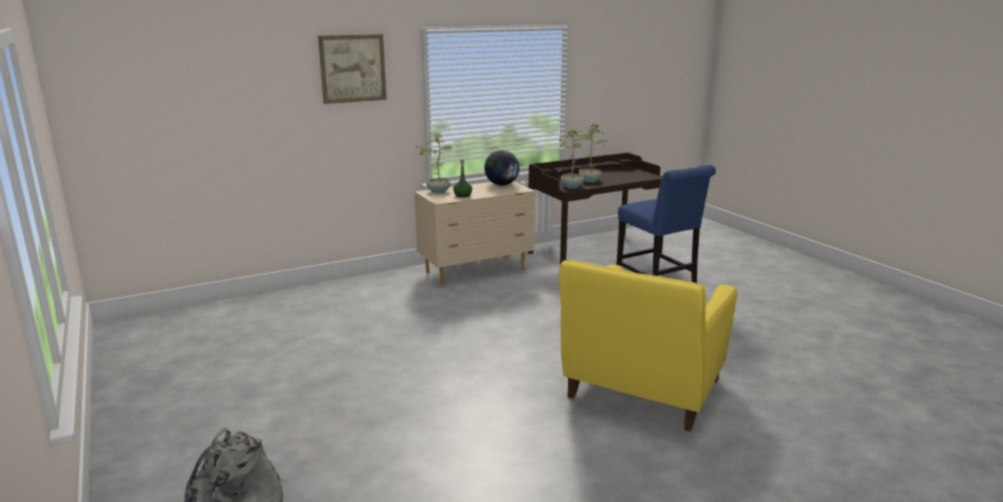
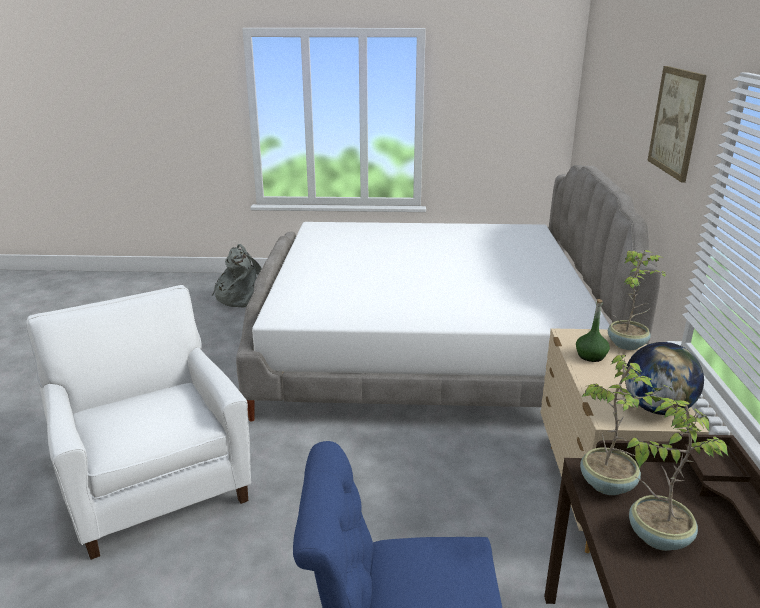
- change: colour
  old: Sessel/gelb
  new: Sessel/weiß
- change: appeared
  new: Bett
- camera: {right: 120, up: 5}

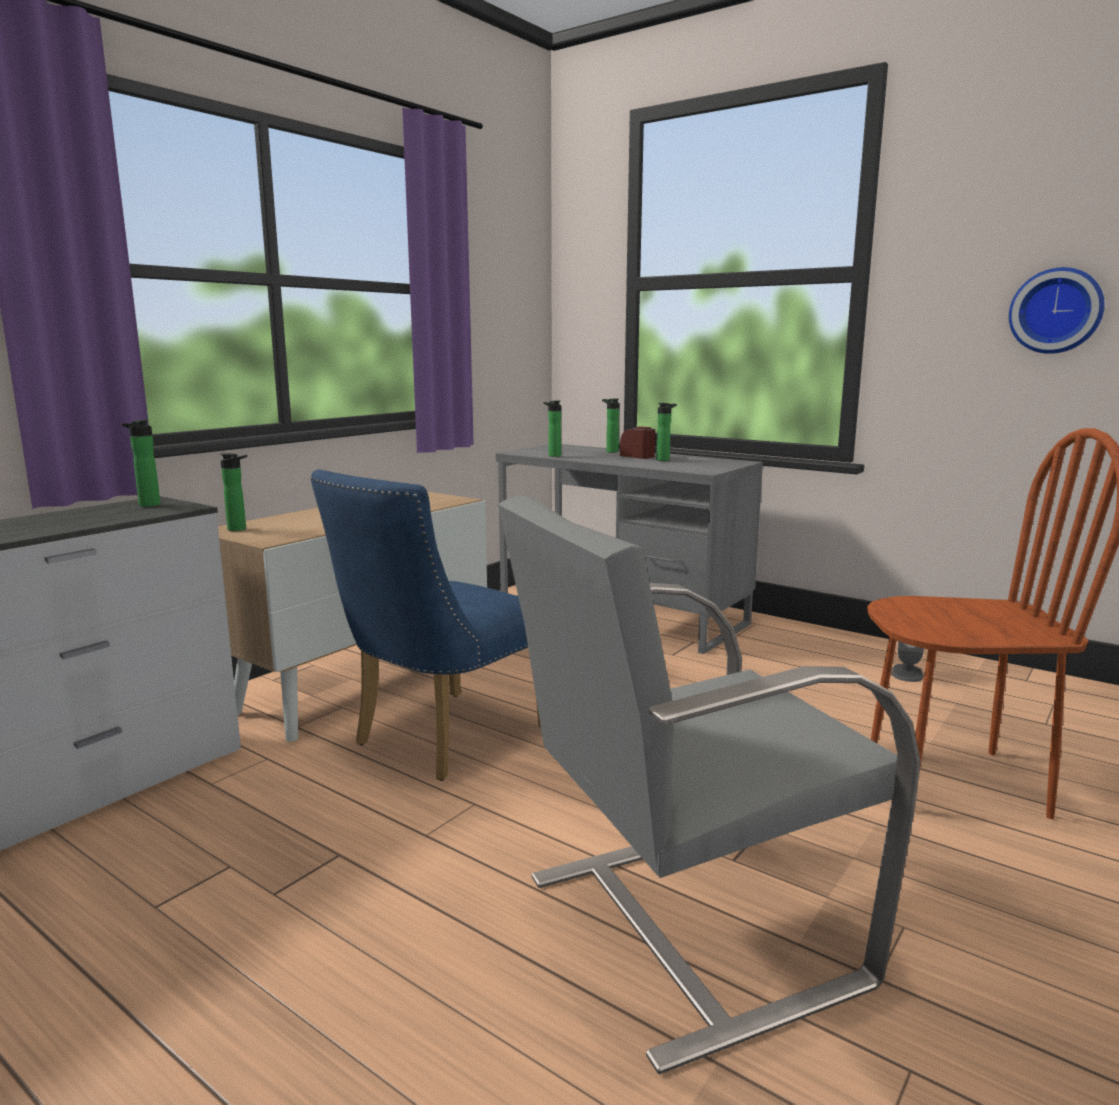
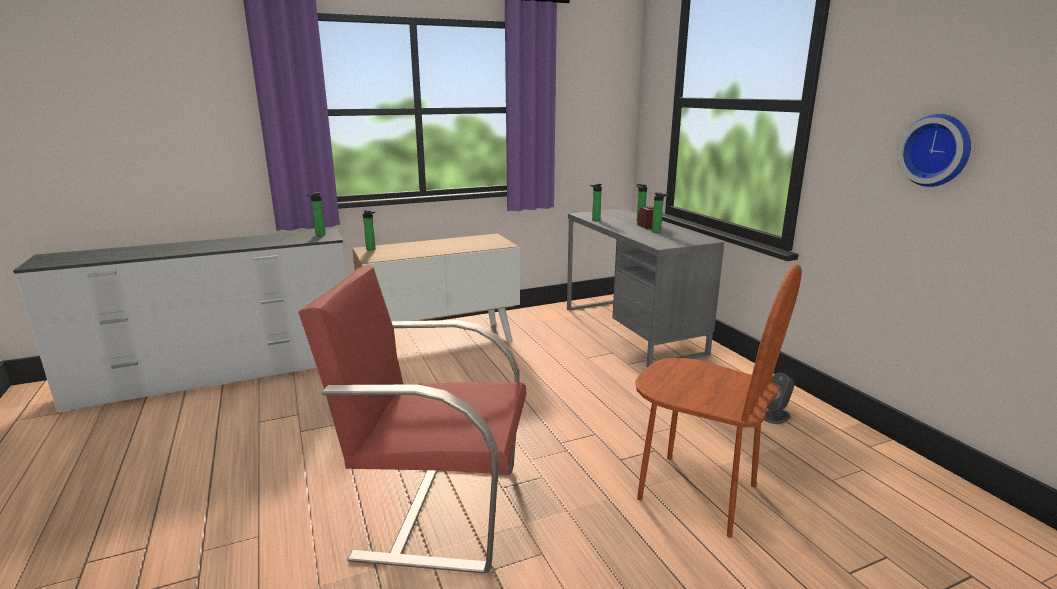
- change: missing
  old: Stuhl/blau
- change: colour
  old: Sessel/grau
  new: Sessel/rot
- camera: {right: 30, up: 5}

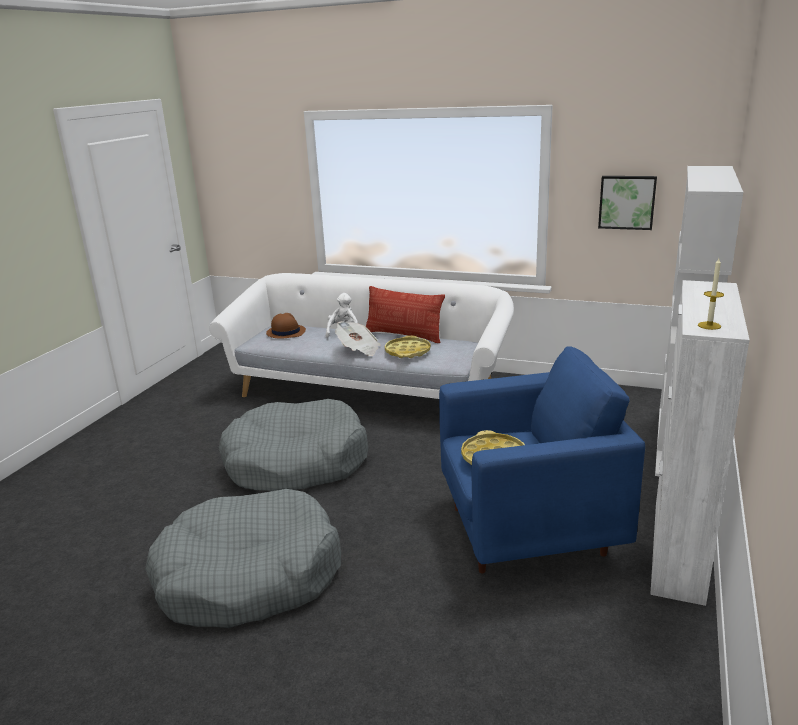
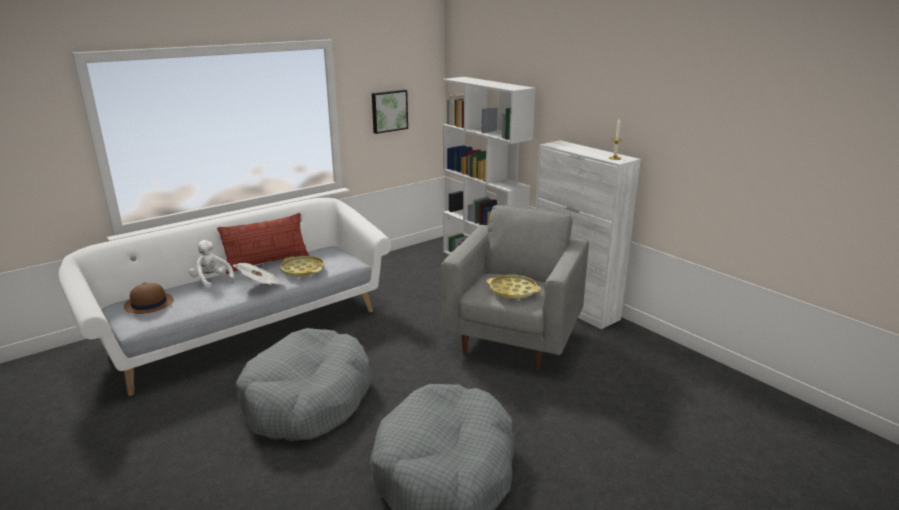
- change: colour
  old: Sessel/blau
  new: Sessel/grau
- camera: {right: -60, up: 0}

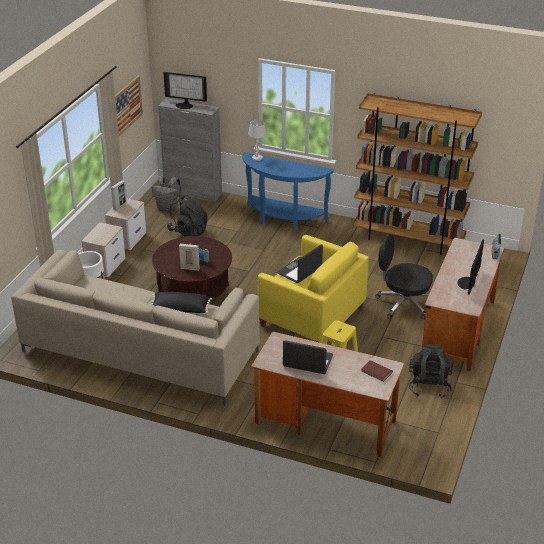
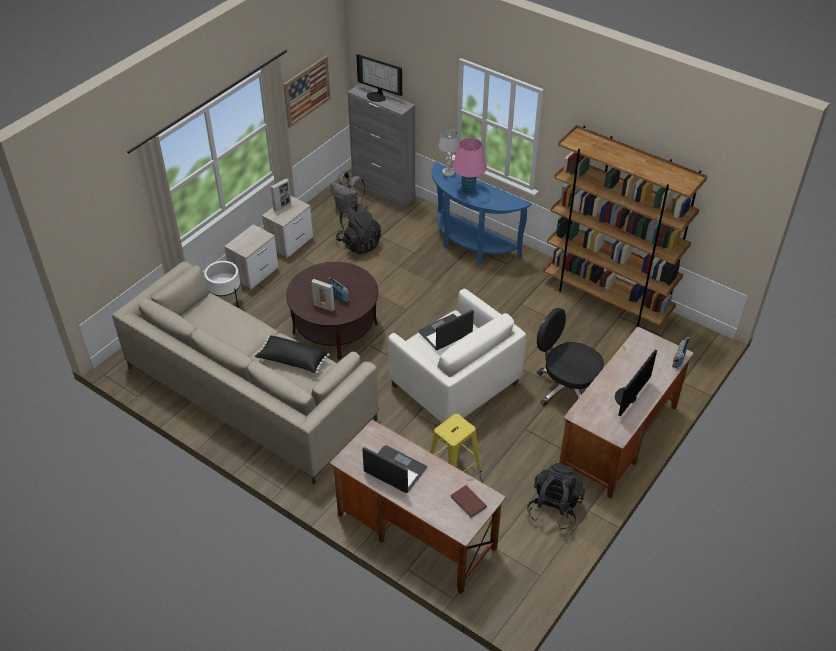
- change: colour
  old: Sessel/gelb
  new: Sessel/weiß
- change: appeared
  new: Tischlampe/rosa
- camera: {right: 15, up: 10}

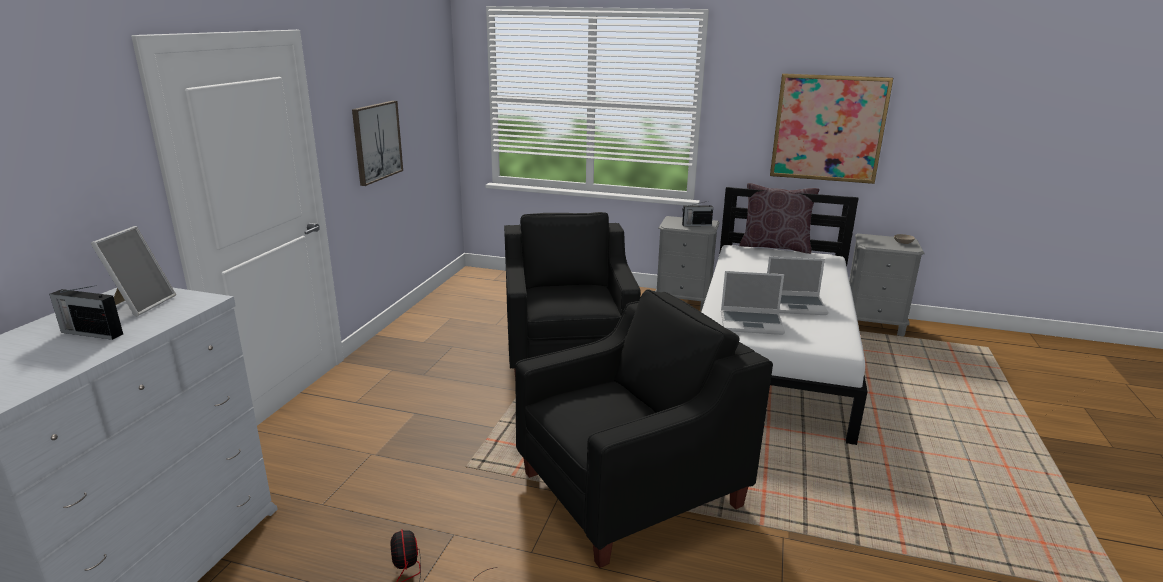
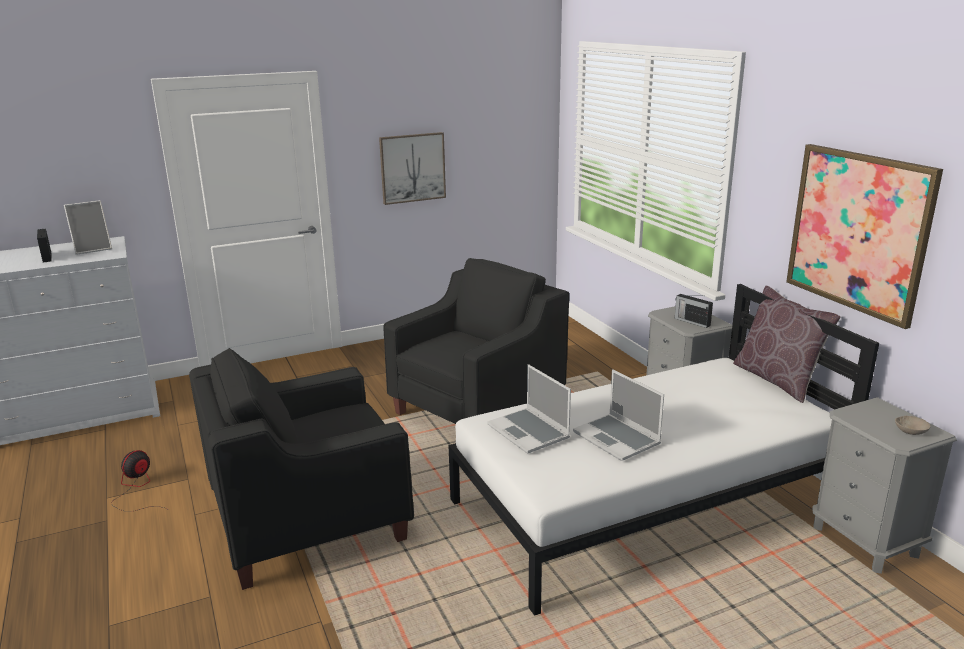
- change: spun
  old: Sessel/schwarz (no. 2 from left in the first image)
  degrees: 135
- camera: {right: 50, up: 0}

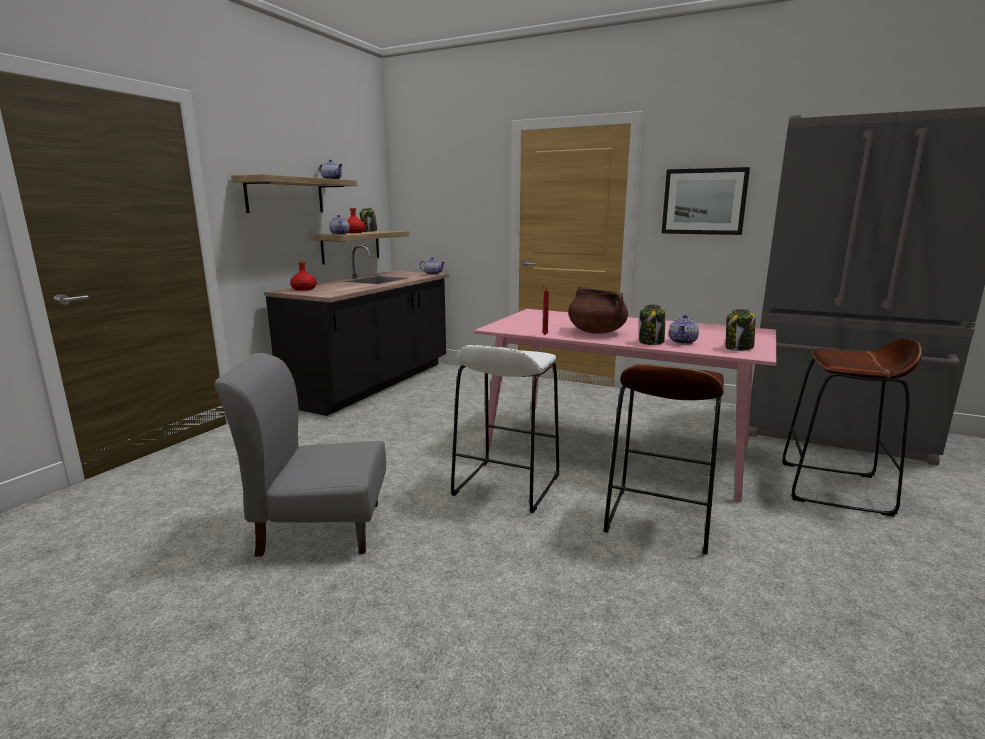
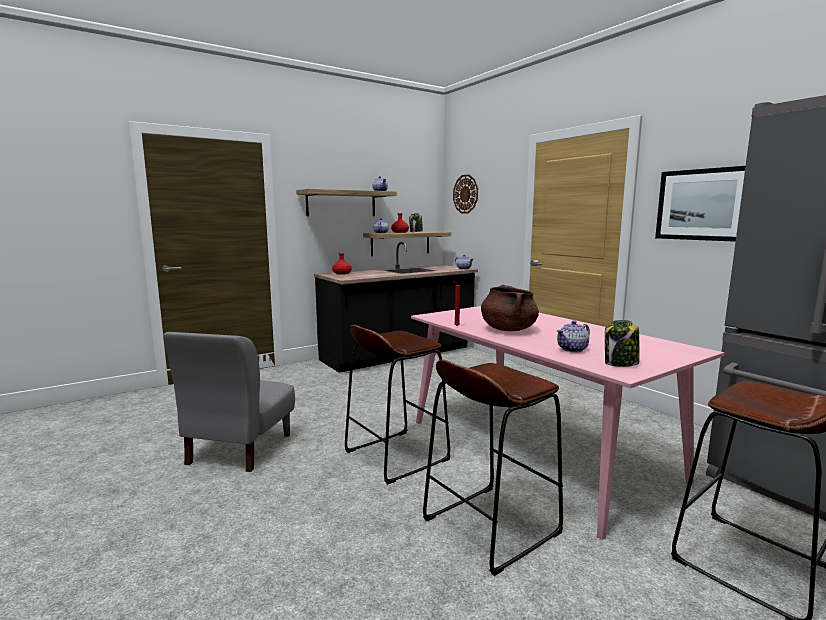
- change: spun
  old: Stuhl/grau
  degrees: -105
- change: colour
  old: Hocker/weiß
  new: Hocker/braun (no. 1 from left)
- change: missing
  old: Vorratsglas (no. 2 from left)
- change: appeared
  new: Wanduhr
- camera: {right: 30, up: -5}

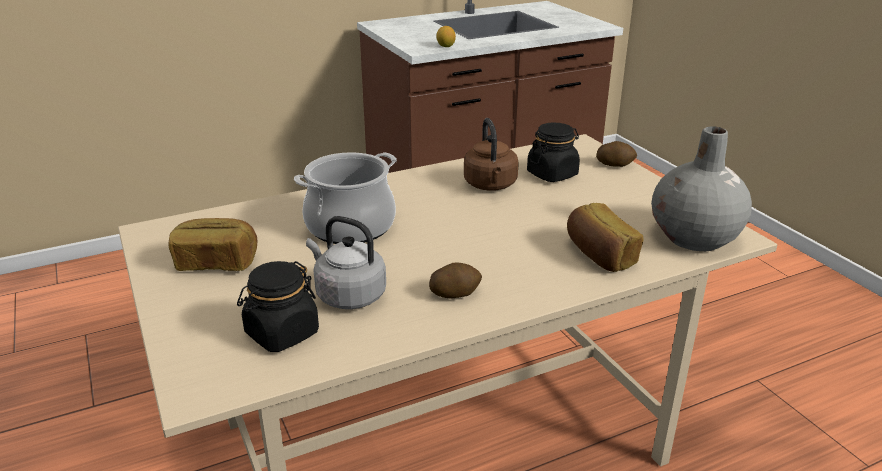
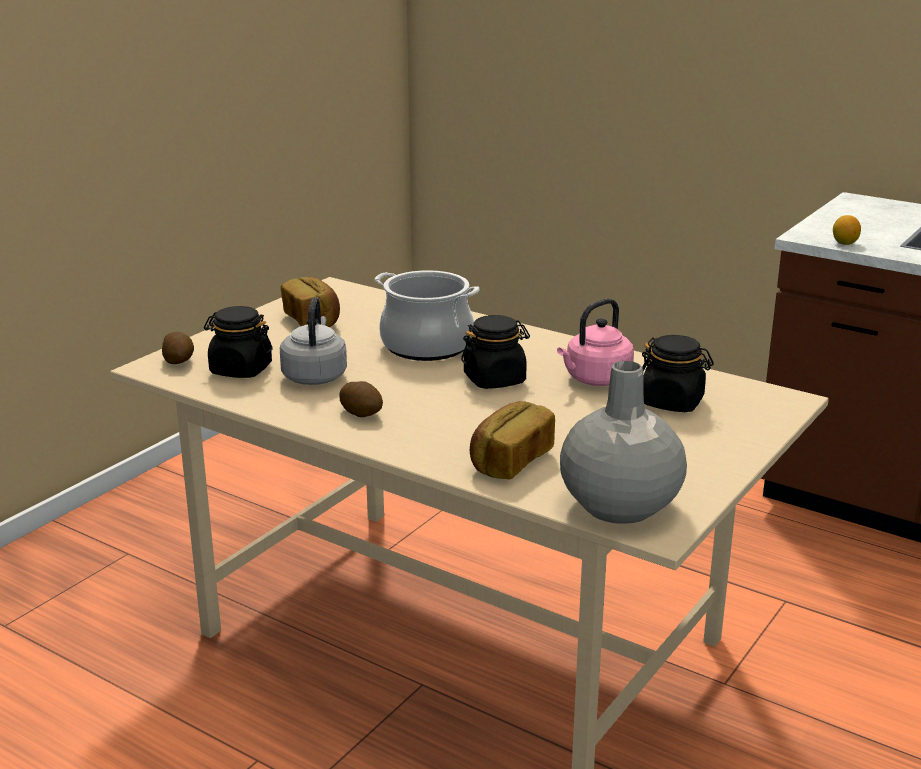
- change: colour
  old: Wasserkessel/braun
  new: Wasserkessel/rosa
- change: relocated
  old: Kartoffel (no. 2 from left in the first image)
  new: Kartoffel (no. 1 from left)
- change: appeared
  new: Vorratsglas/schwarz (no. 2 from left)
- camera: {right: 60, up: -5}

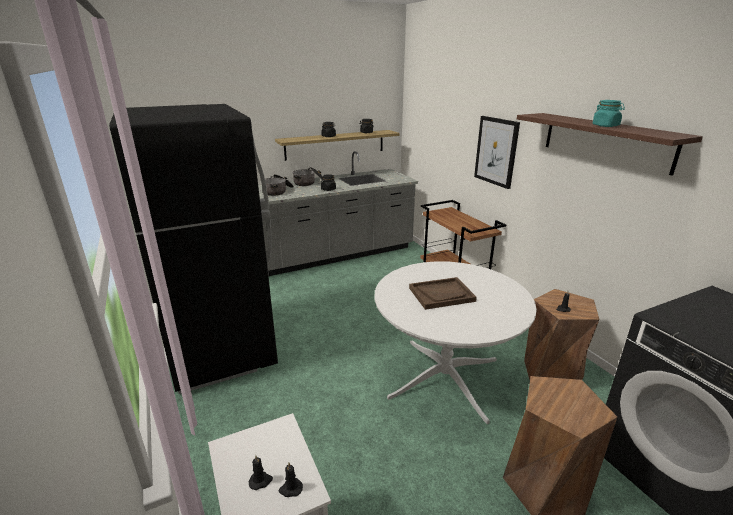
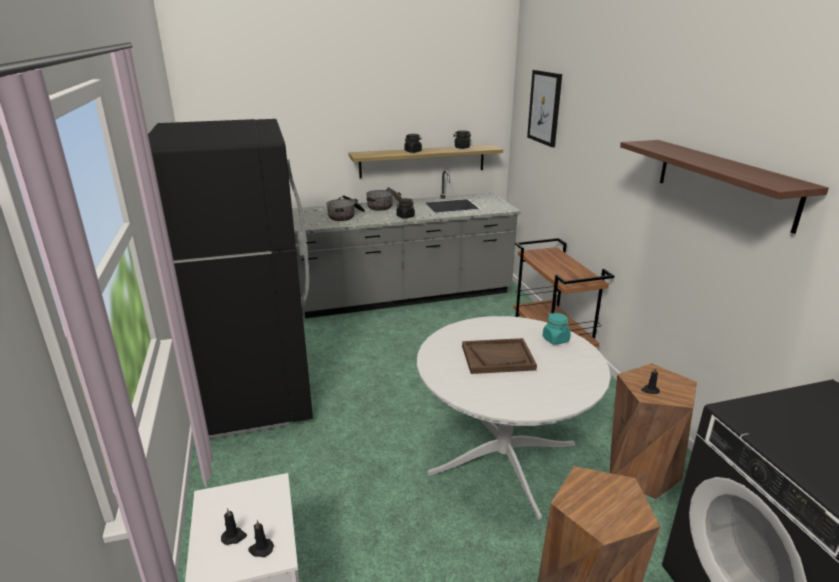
- change: relocated
  old: Bild
- change: relocated
  old: Vorratsglas/türkis
- camera: {right: 10, up: 0}

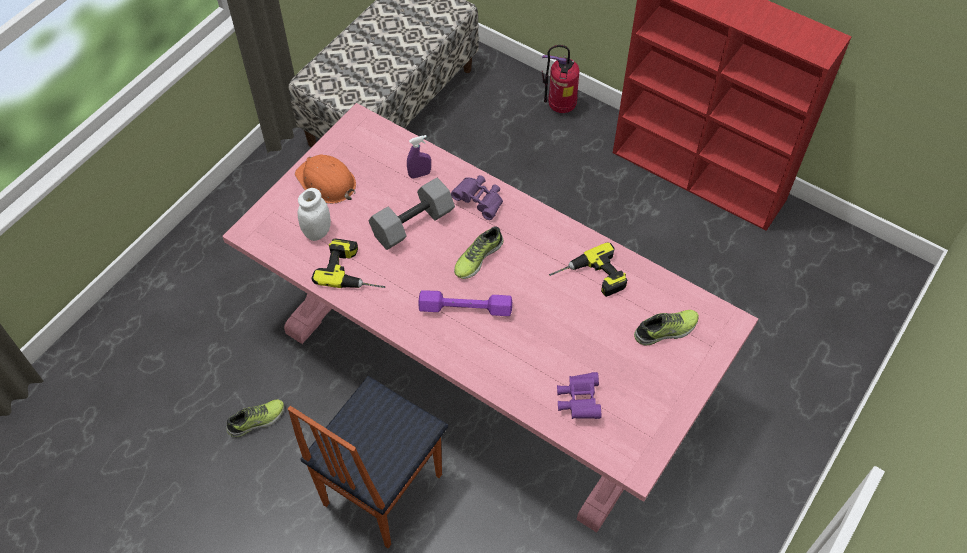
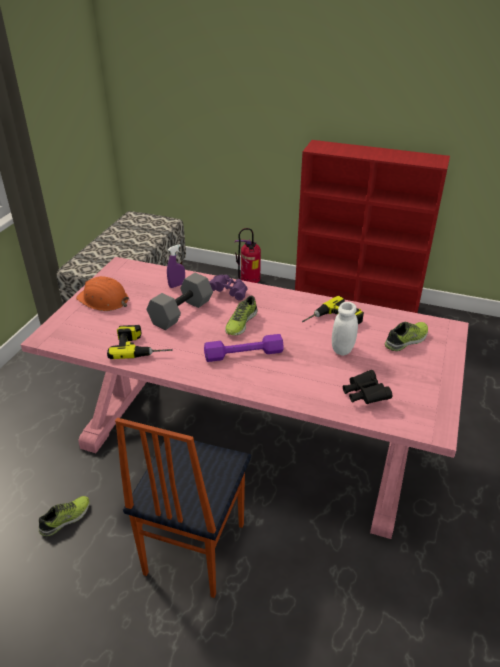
- change: relocated
  old: Vorratsglas/weiß
- change: colour
  old: Fernglas/lila (no. 2 from left)
  new: Fernglas/schwarz
- camera: {right: -15, up: -20}

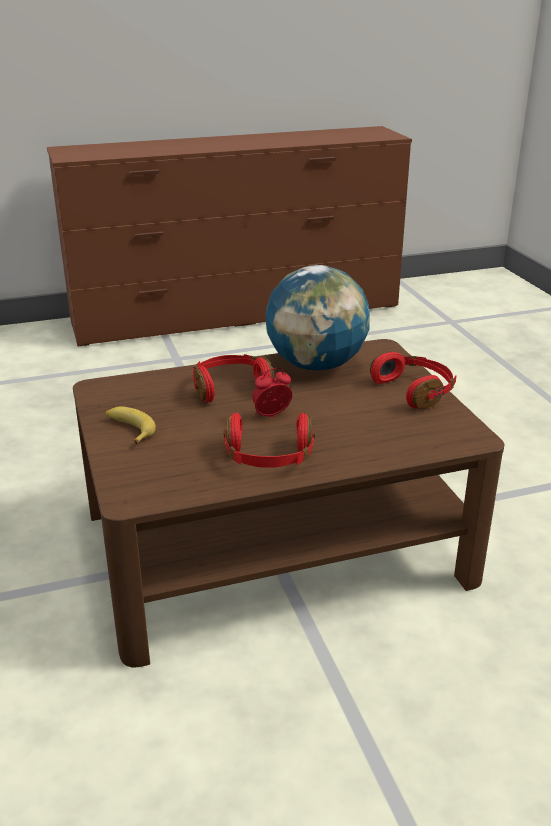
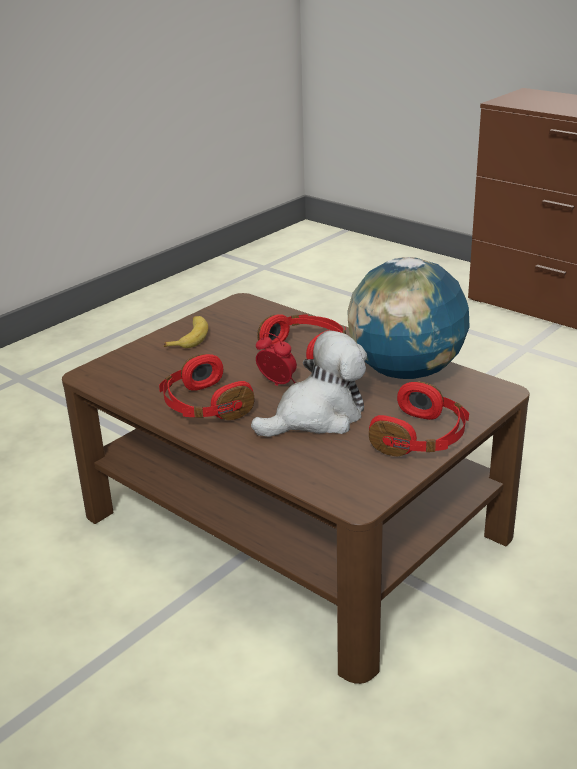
- change: appeared
  new: Plüschtier
- camera: {right: 60, up: 0}

